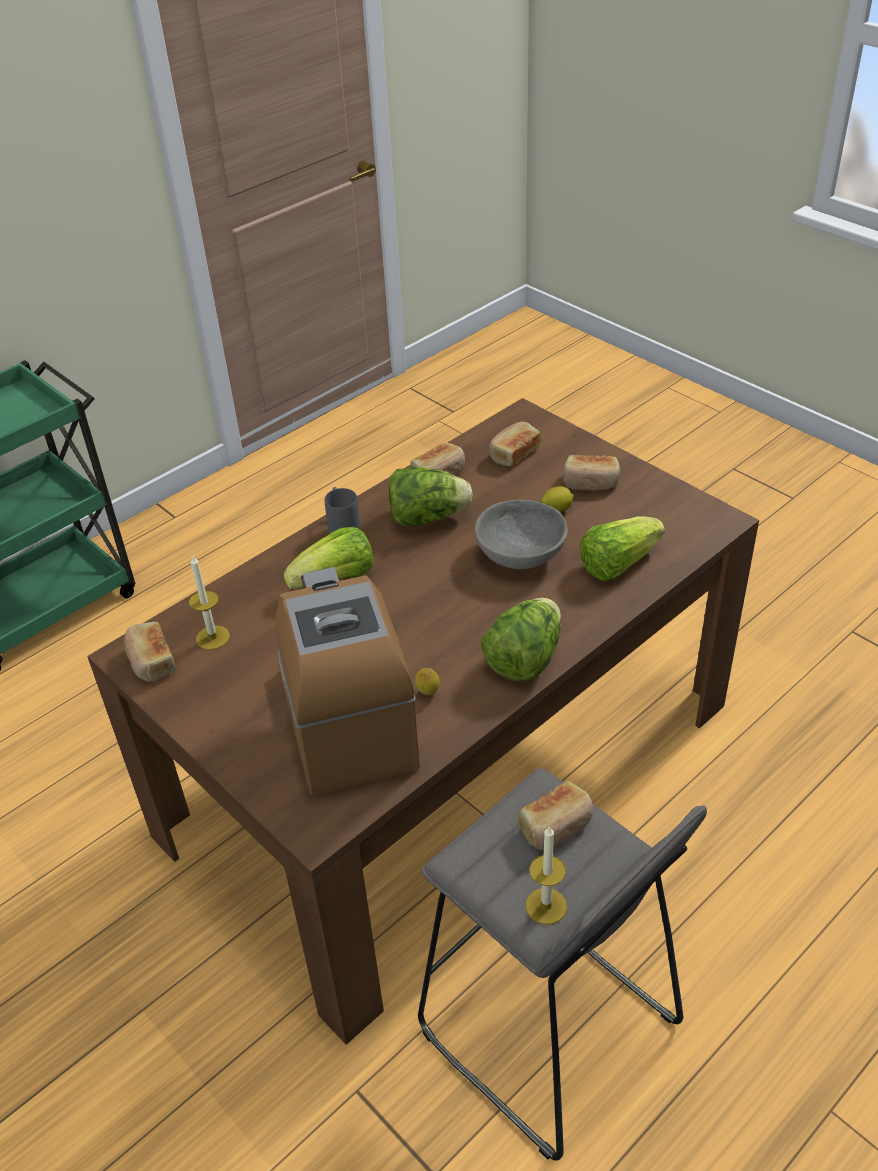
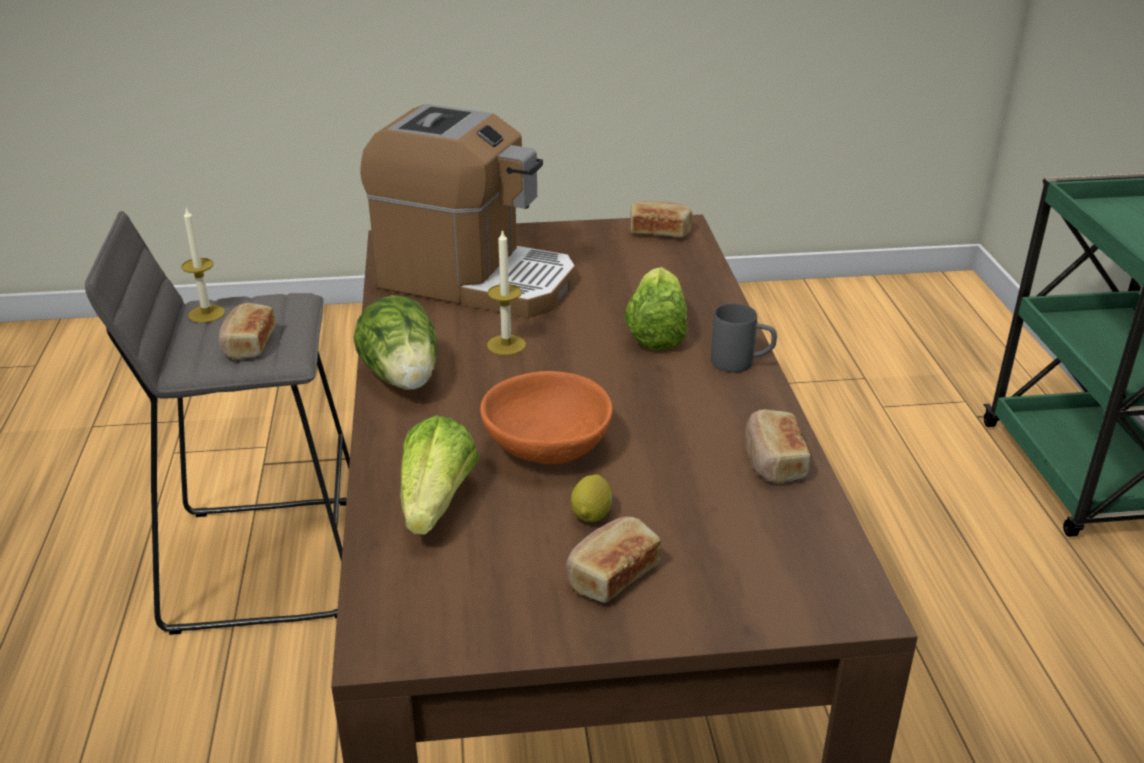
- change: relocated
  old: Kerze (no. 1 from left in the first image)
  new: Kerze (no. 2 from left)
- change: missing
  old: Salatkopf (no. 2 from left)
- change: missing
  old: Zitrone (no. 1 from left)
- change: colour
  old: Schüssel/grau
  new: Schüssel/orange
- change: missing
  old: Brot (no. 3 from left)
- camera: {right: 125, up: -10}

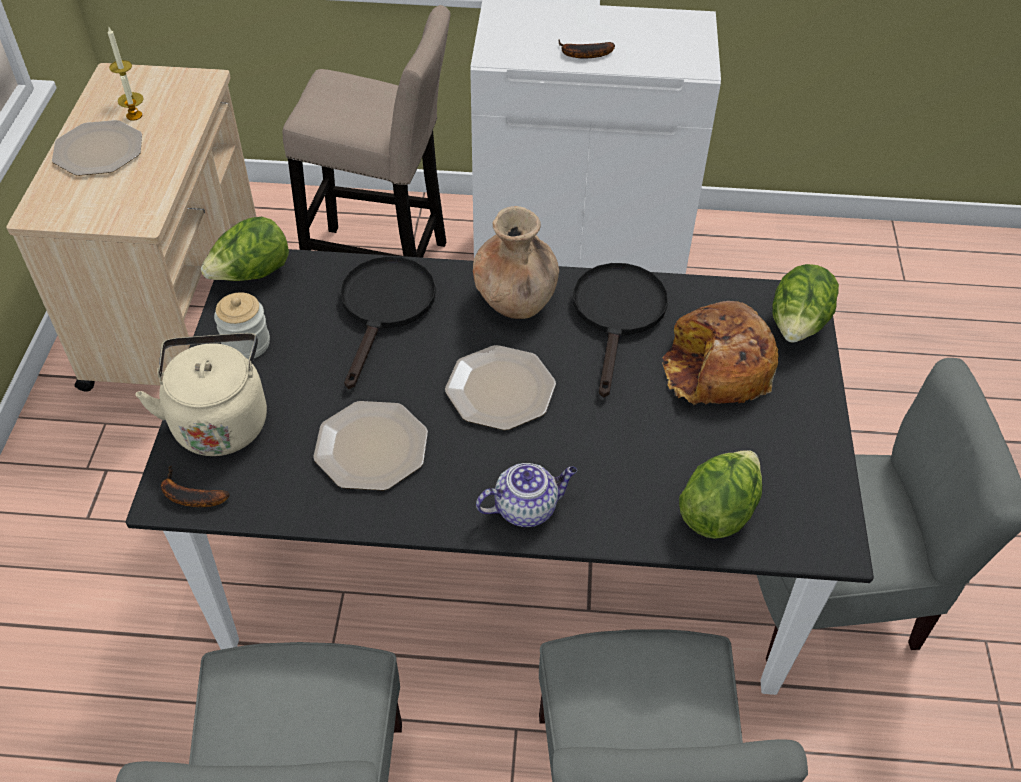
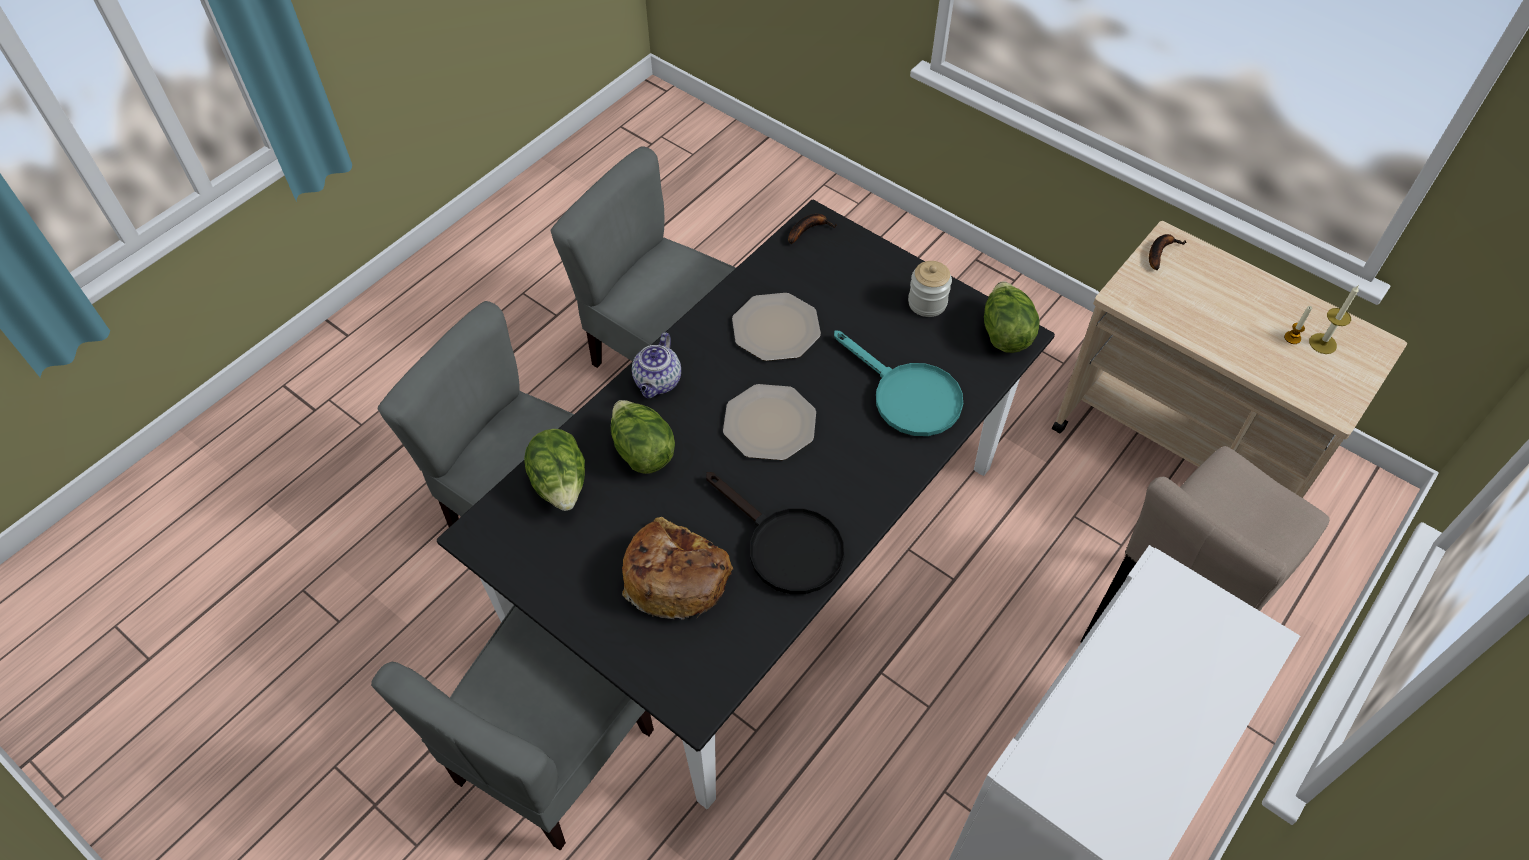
- change: missing
  old: Teller (no. 1 from left)
- change: missing
  old: Wasserkessel/beige
- change: colour
  old: Pfanne/schwarz (no. 1 from left)
  new: Pfanne/türkis
- change: missing
  old: Vase/braun
- change: relocated
  old: Banane (no. 2 from left)
- change: relocated
  old: Salatkopf (no. 3 from left in the first image)
  new: Salatkopf (no. 2 from left)
- camera: {right: 125, up: 5}

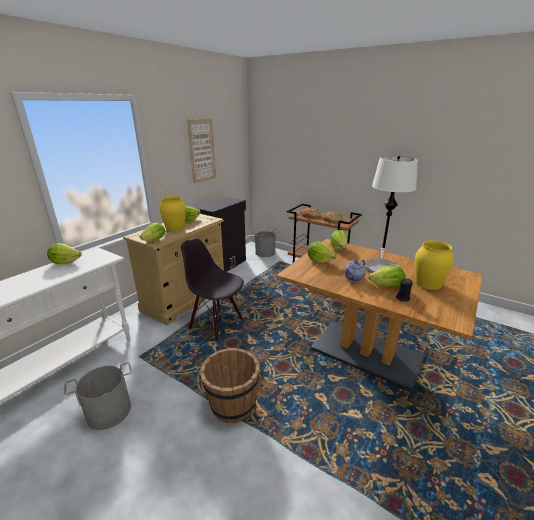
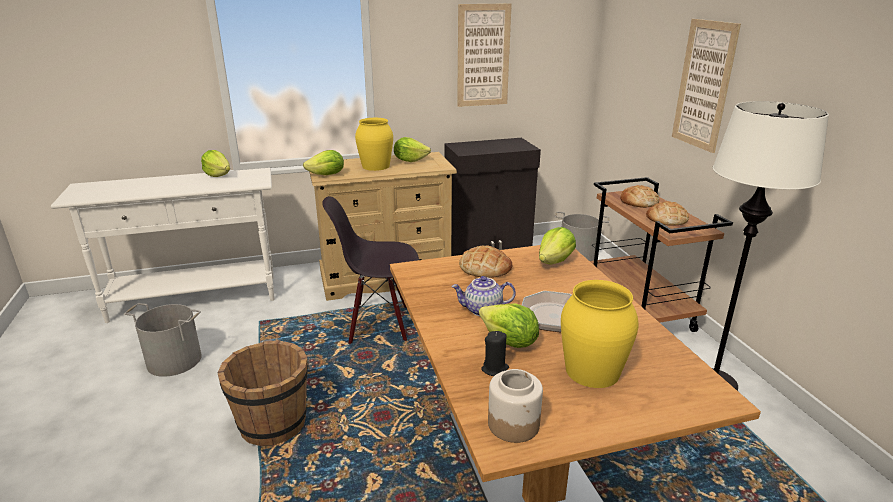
- change: spun
  old: Stuhl/schwarz
  degrees: -75
- change: exchanged
  old: Salatkopf (no. 4 from left)
  new: Brot (no. 1 from left)
- change: appeared
  new: Vorratsglas
- change: appeared
  new: Bild (no. 2 from left)
- camera: {right: 40, up: 0}

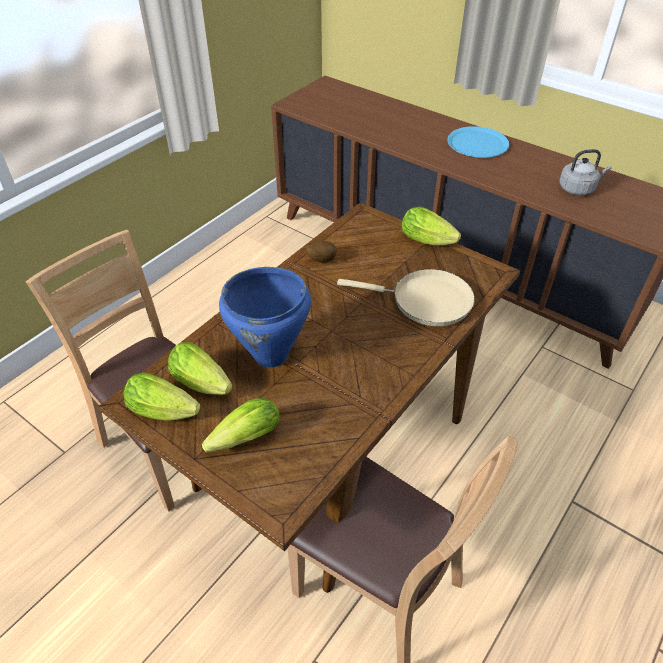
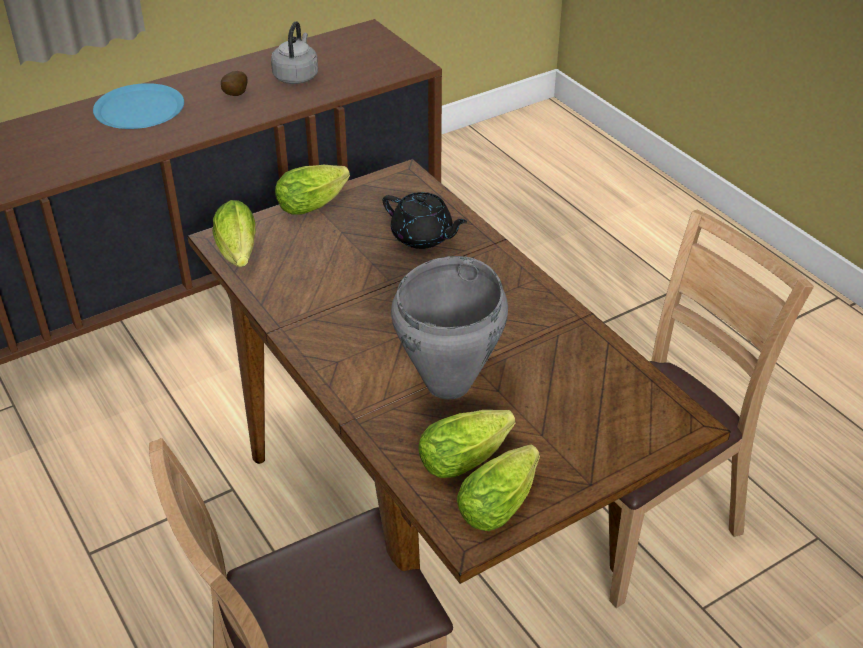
- change: relocated
  old: Salatkopf (no. 3 from left in the first image)
  new: Salatkopf (no. 1 from left)
- change: colour
  old: Kochtopf/blau
  new: Kochtopf/grau
- change: relocated
  old: Kartoffel
- change: exchanged
  old: Pfanne/beige
  new: Teekanne/schwarz
- camera: {right: -70, up: -5}

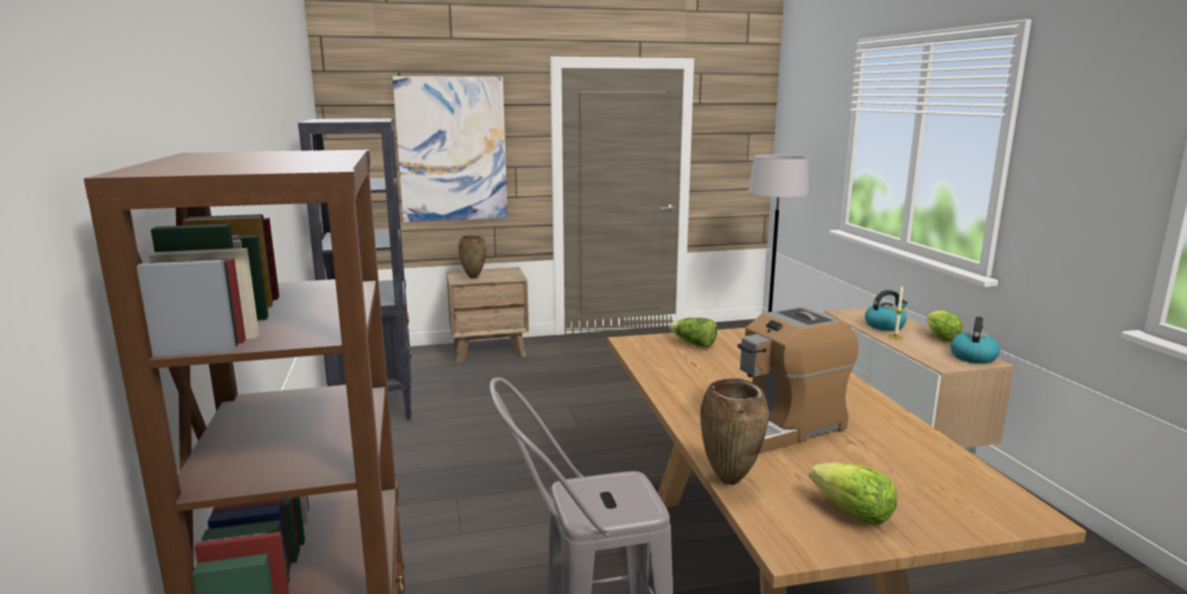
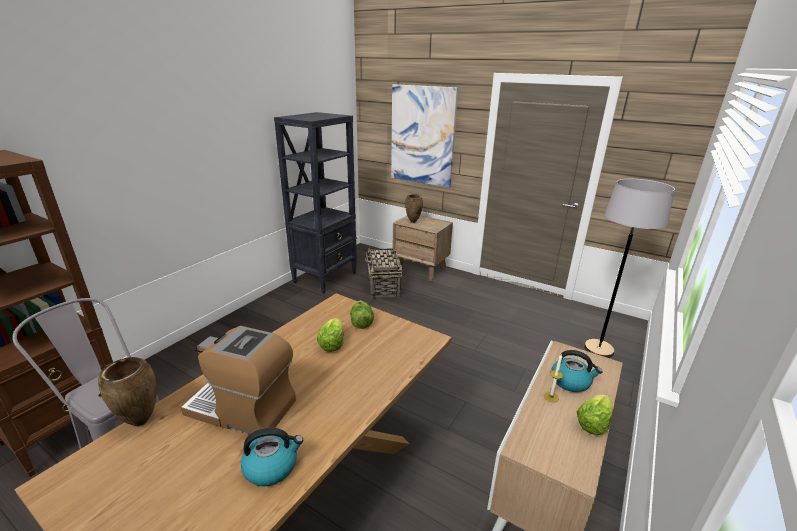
- change: relocated
  old: Salatkopf (no. 2 from left in the first image)
  new: Salatkopf (no. 1 from left)
- change: relocated
  old: Wasserkessel (no. 2 from left in the first image)
  new: Wasserkessel (no. 1 from left)
- change: appeared
  new: Korb
- camera: {right: 45, up: 10}

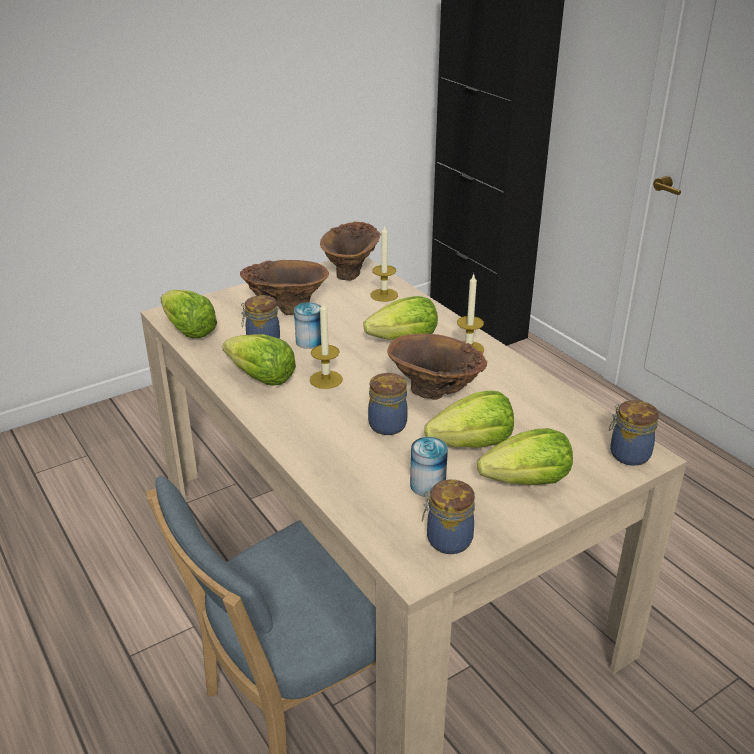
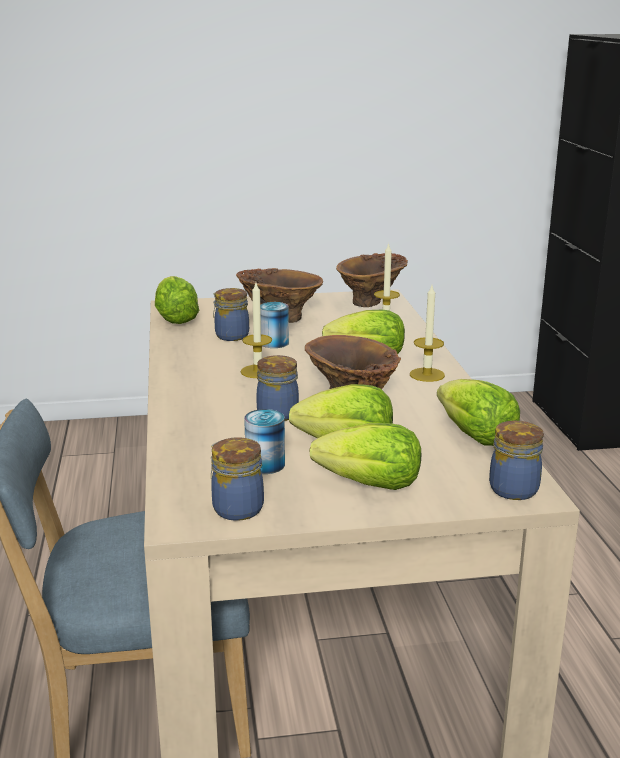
- change: relocated
  old: Salatkopf (no. 2 from left in the first image)
  new: Salatkopf (no. 5 from left)
- camera: {right: 25, up: -10}

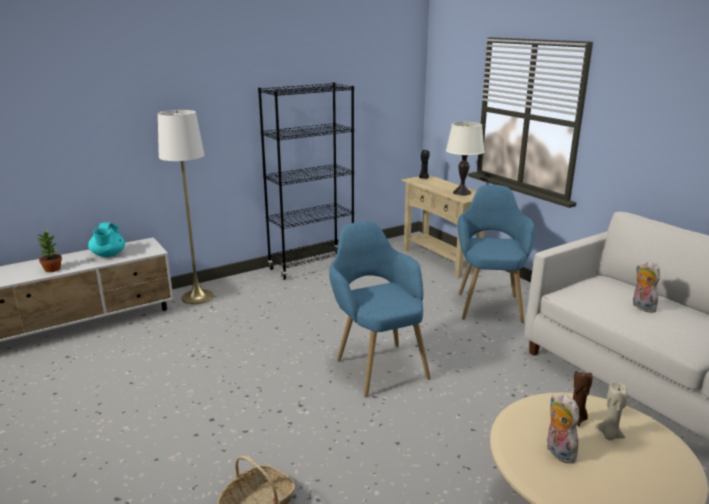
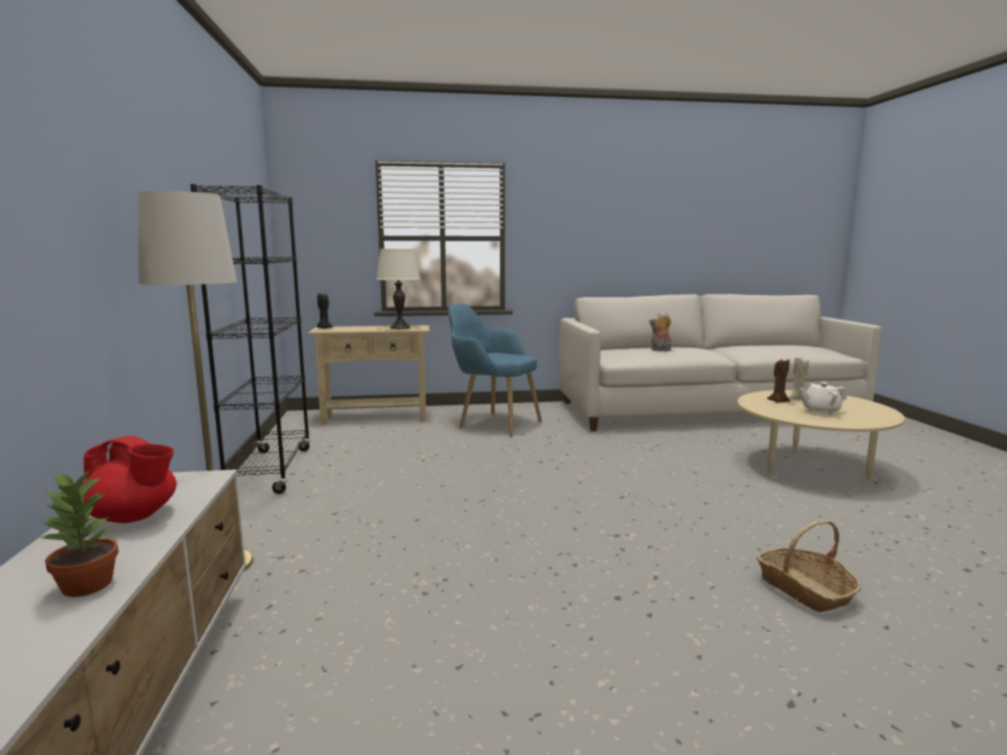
- change: colour
  old: Teekanne/türkis
  new: Teekanne/rot
- change: missing
  old: Sessel/blau (no. 1 from left)
- change: exchanged
  old: Plüschtier (no. 1 from left)
  new: Teekanne/weiß
- camera: {right: -65, up: -10}

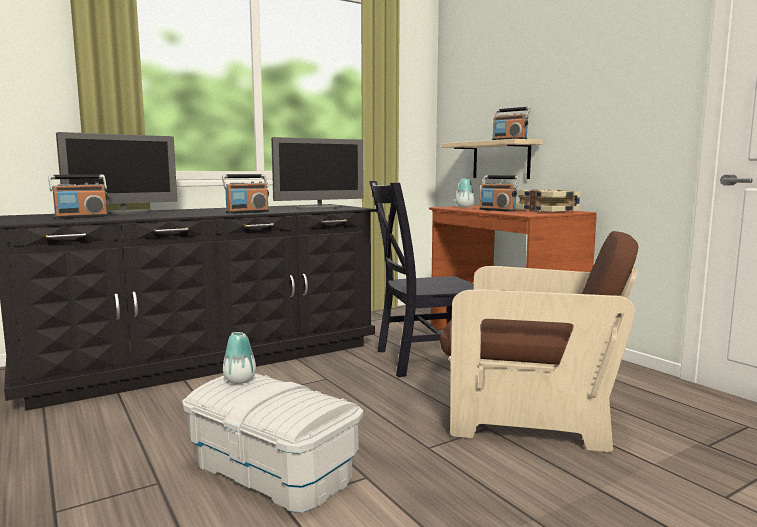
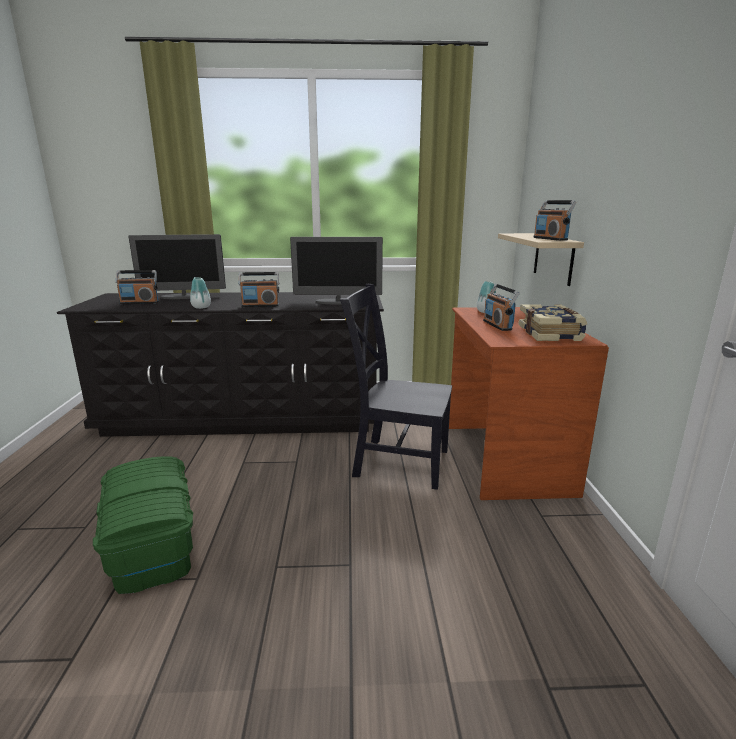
- change: colour
  old: Aufbewahrungsbox/weiß
  new: Aufbewahrungsbox/grün
- change: relocated
  old: Vase (no. 1 from left)
- change: missing
  old: Sessel/braun
- camera: {right: 30, up: 10}

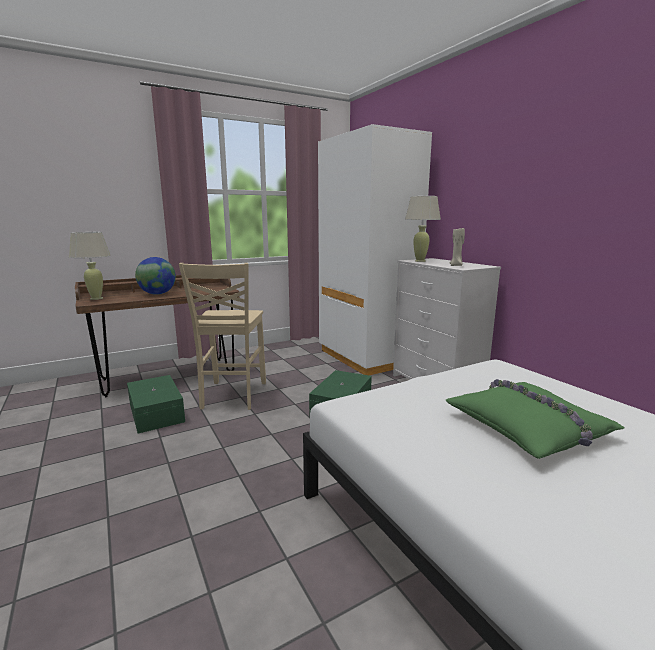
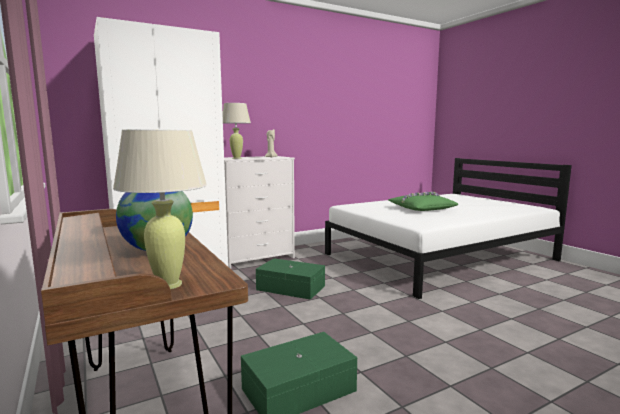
- change: missing
  old: Stuhl/beige
- camera: {right: -90, up: -5}

